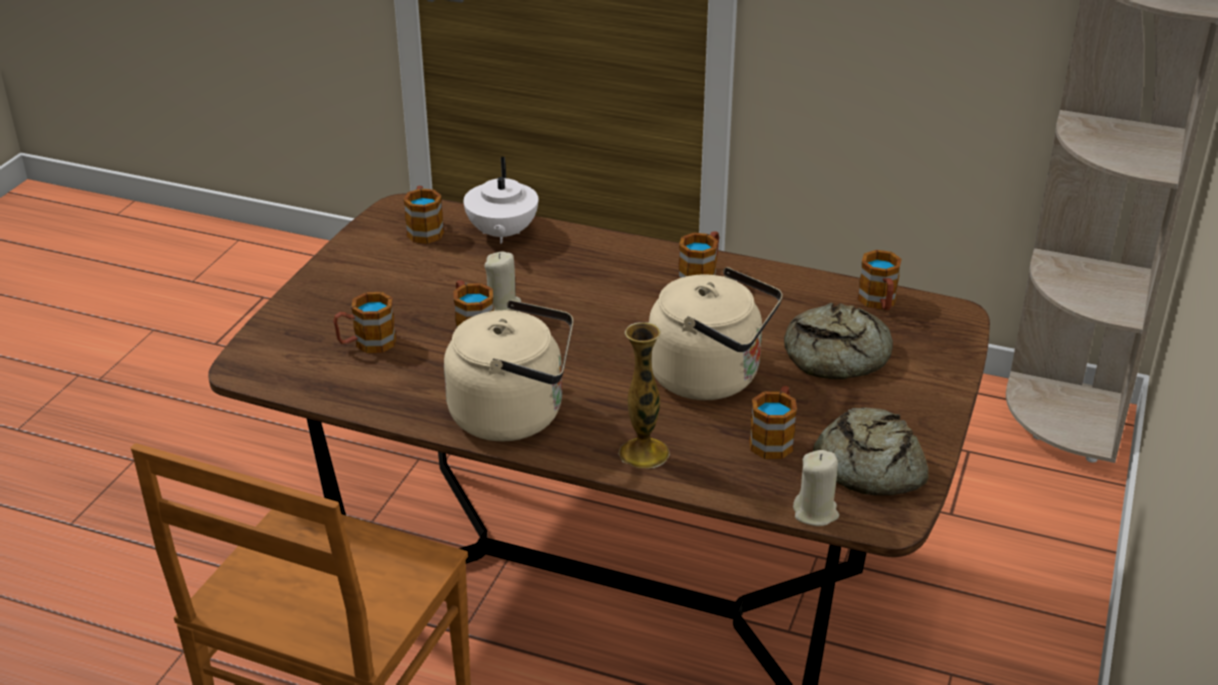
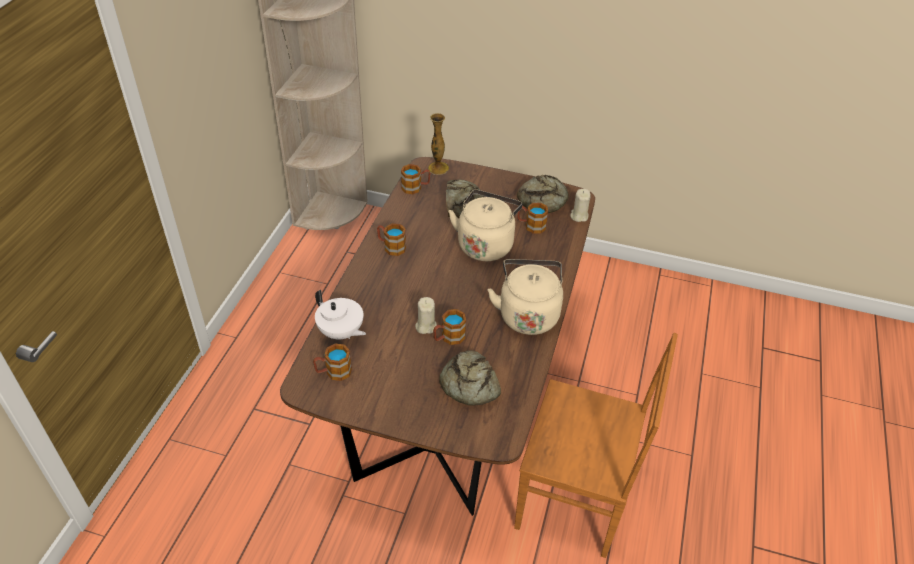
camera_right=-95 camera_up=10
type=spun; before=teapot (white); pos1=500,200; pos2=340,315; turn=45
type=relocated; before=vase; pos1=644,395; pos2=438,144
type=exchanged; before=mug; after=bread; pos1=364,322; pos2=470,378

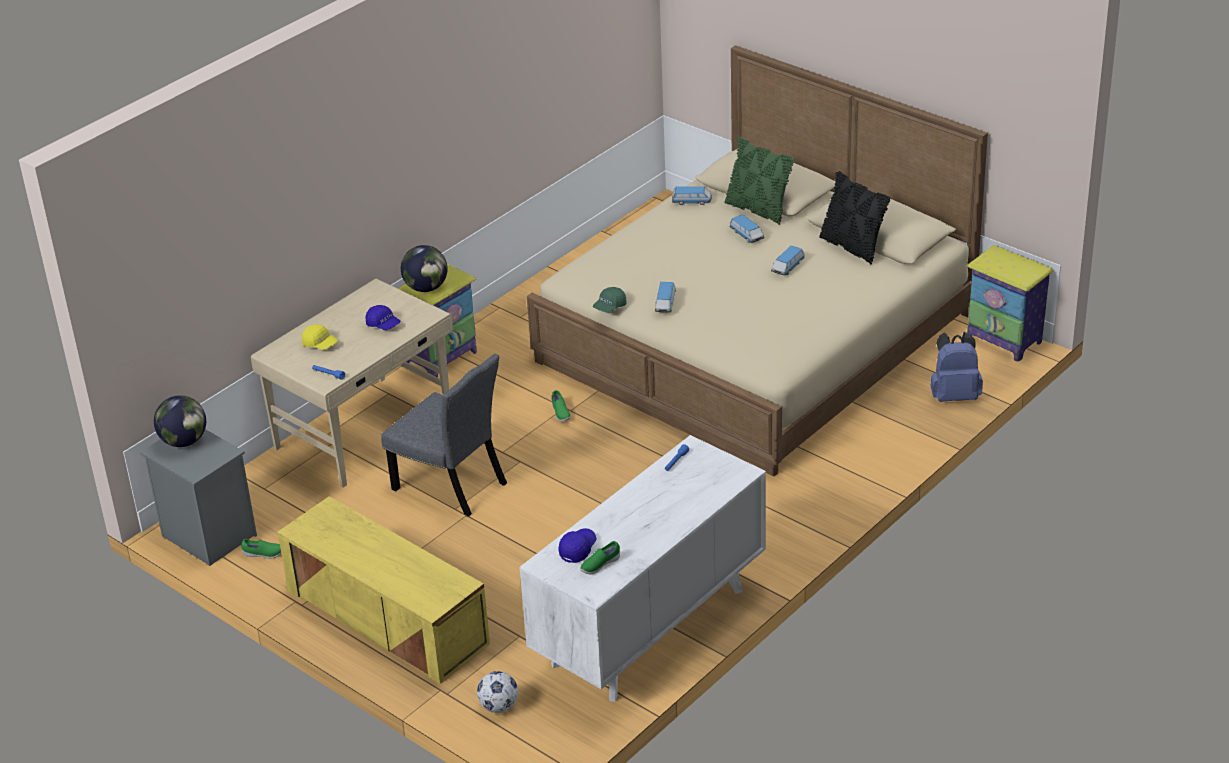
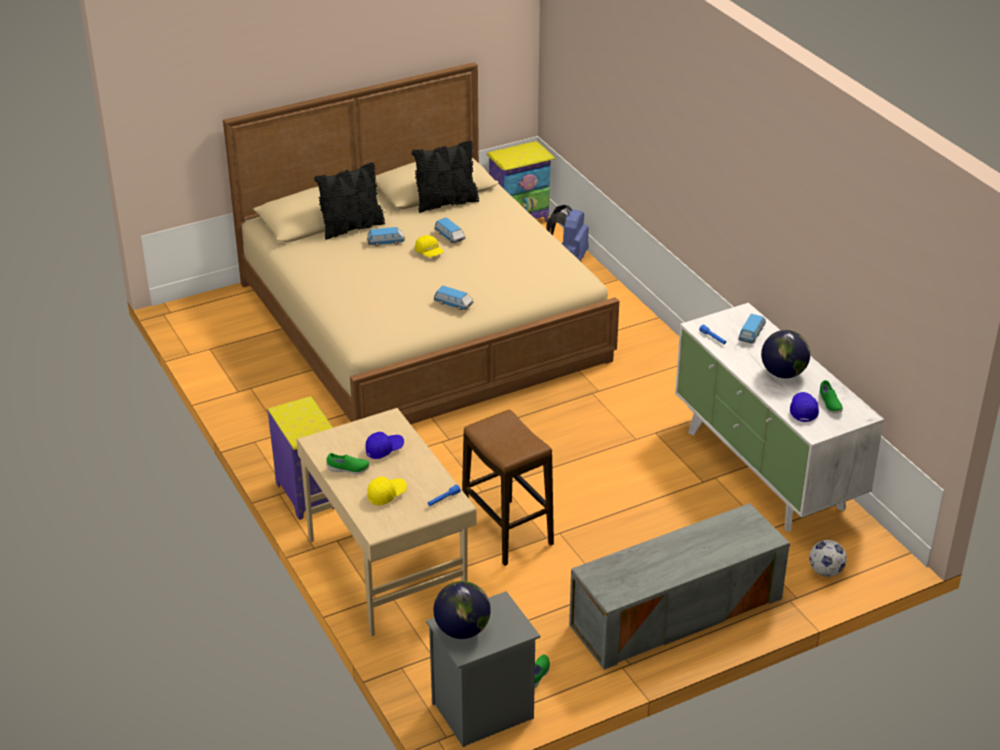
camera_right=-70 camera_up=0
type=colour; before=pillow (green); after=pillow (black); pos1=760,181; pos2=349,201
type=relocated; before=shoe (green); pos1=561,406; pos2=348,463
type=appeared; after=cap (yellow); pos2=429,246
type=exchanged; before=chair (grey); after=stool; pos1=444,435; pos2=508,487
type=colour; before=bench (yellow); after=bench (grey); pos1=383,590; pos2=679,586
type=relocated; before=toy car; pos1=692,195; pos2=752,329
type=relocated; before=globe; pos1=424,268; pos2=785,354
type=spun; before=cap (blue); pos1=577,545; pos2=804,407; turn=45
type=missing; before=cap (green); pos1=610,300

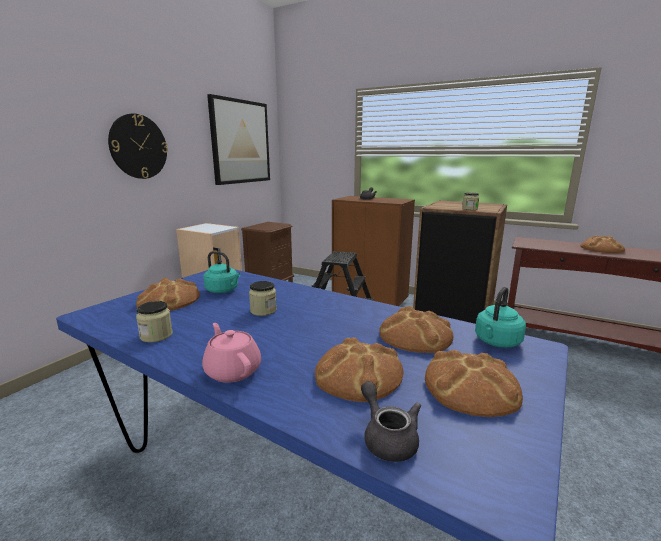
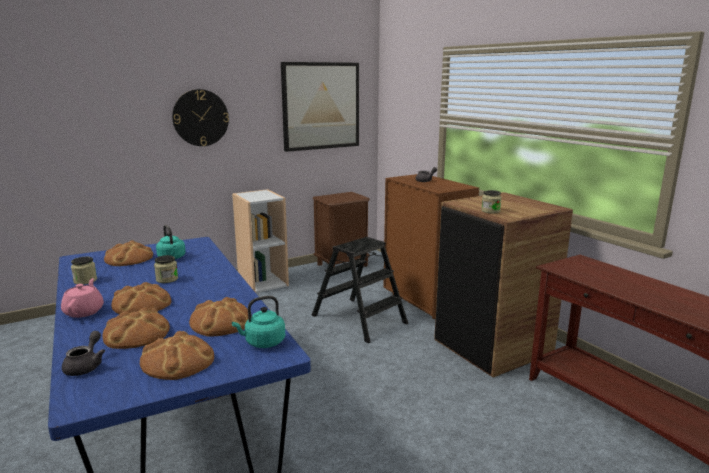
camera_right=30 camera_up=0
type=relocated; before=bread; pos1=602,244; pos2=141,298

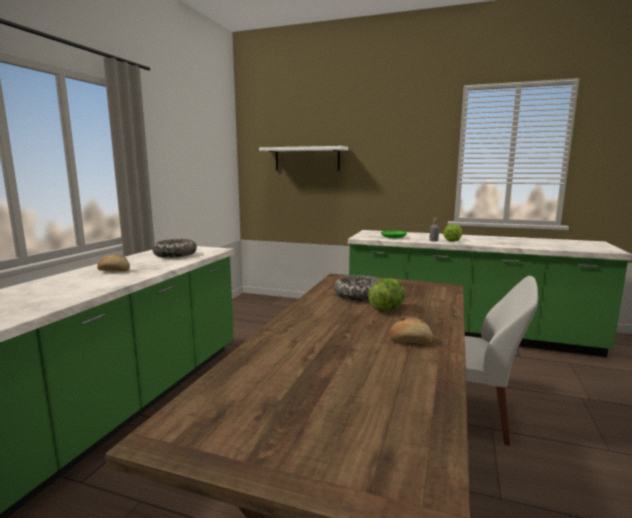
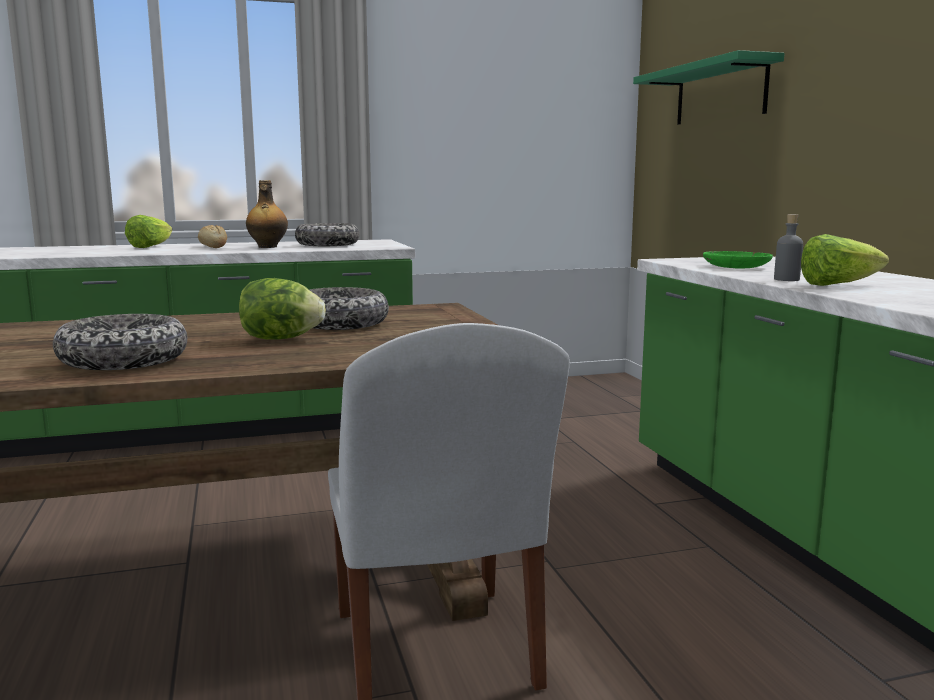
camera_right=55 camera_up=0
type=exchanged; before=bread; after=bowl; pos1=411,331; pos2=120,342
type=appeared; after=lettuce; pos2=148,231
type=appeared; after=bottle; pos2=267,214
type=colour; before=shelf (white); after=shelf (green); pos1=303,158; pos2=709,87

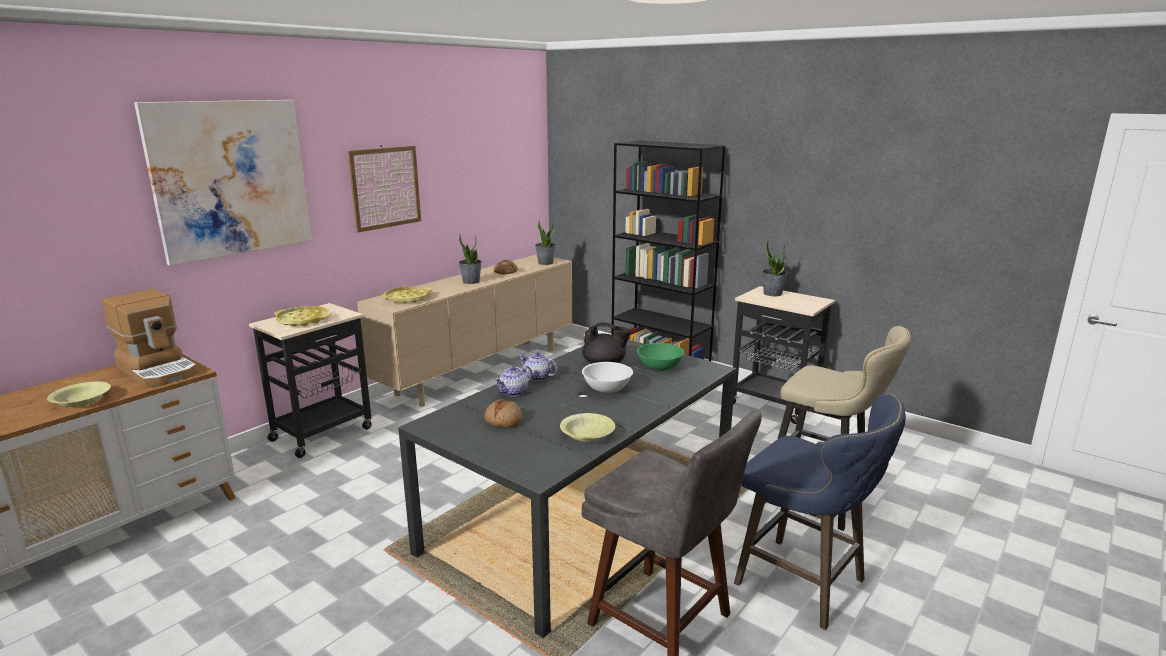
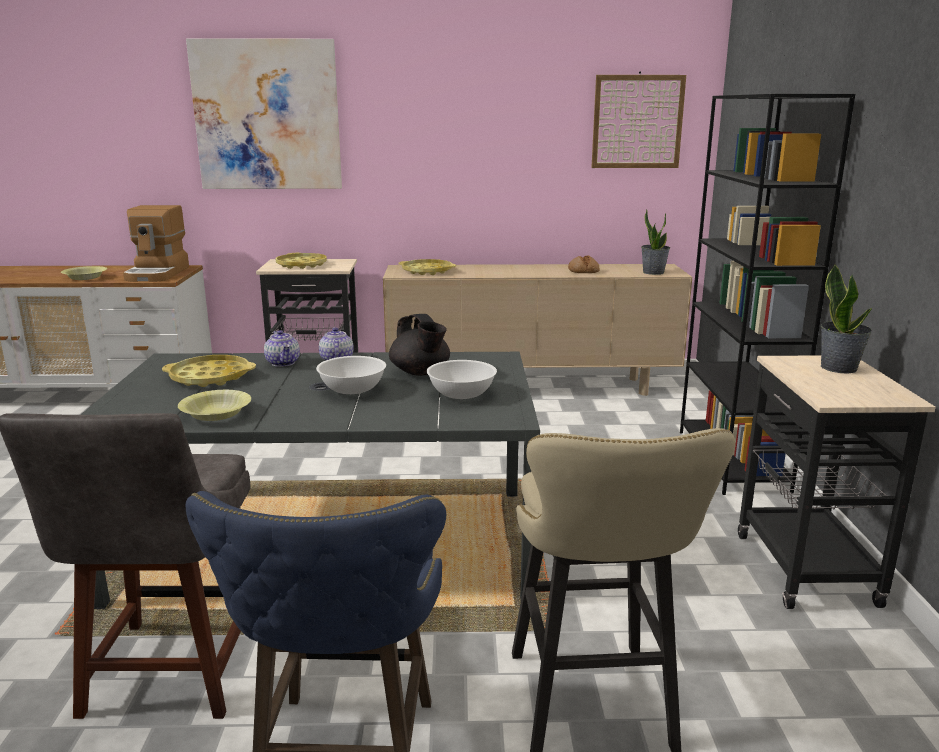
camera_right=50 camera_up=0
type=exchanged; before=bread; after=tray (yellow); pos1=503,413; pos2=209,371
type=spun; before=teapot; pos1=513,381; pos2=282,348; turn=-120
type=colour; before=bowl (green); after=bowl (white); pos1=661,357; pos2=462,379
type=relocated; before=picture; pos1=384,189; pos2=638,119
type=missing; before=potted plant; pos1=470,258

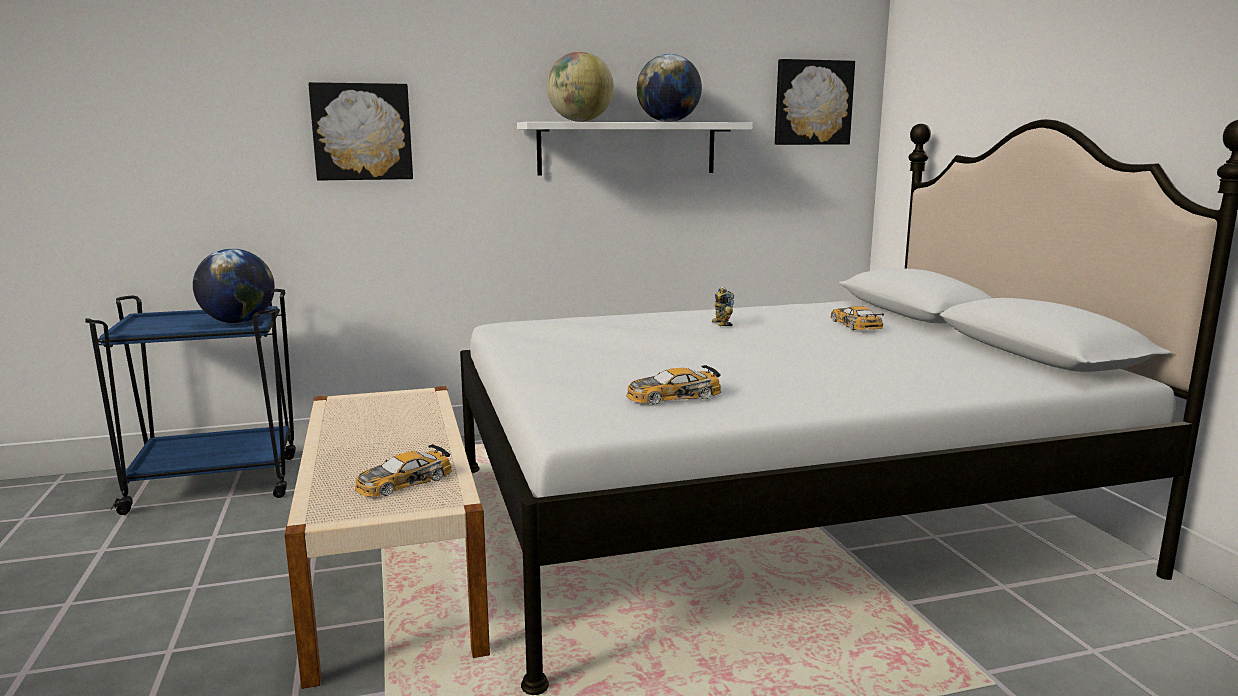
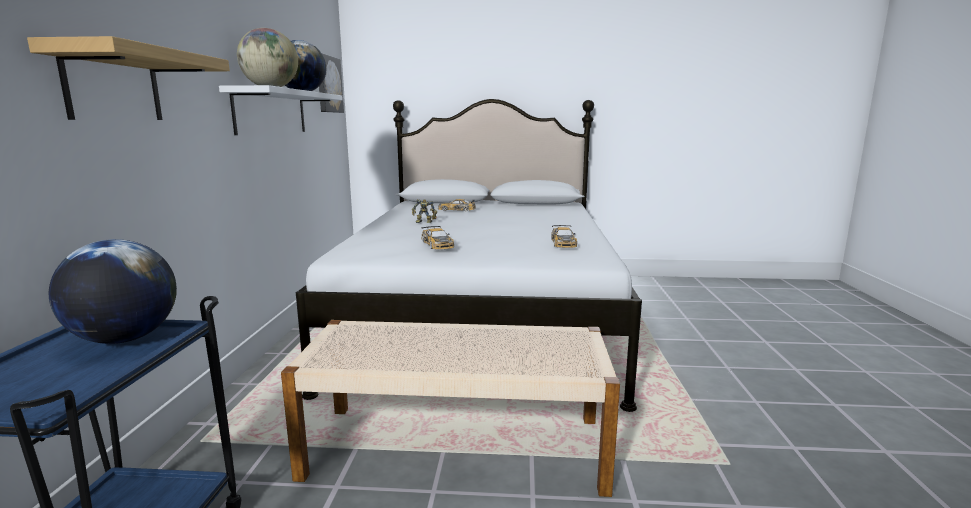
camera_right=-70 camera_up=0
type=exchanged; before=picture; after=shelf; pos1=360,131; pos2=128,78
type=relocated; before=toy car; pos1=403,470; pos2=437,237

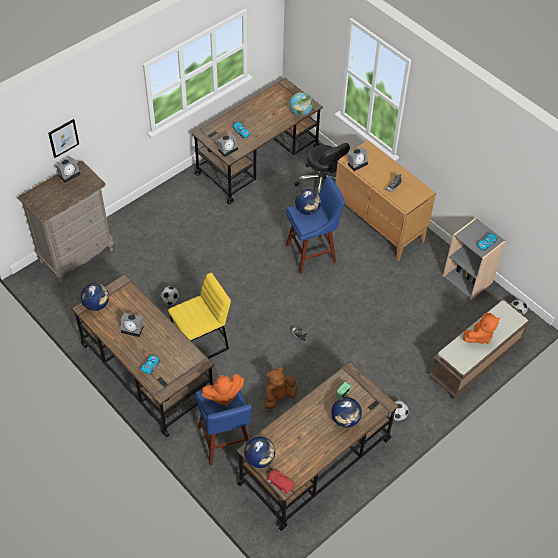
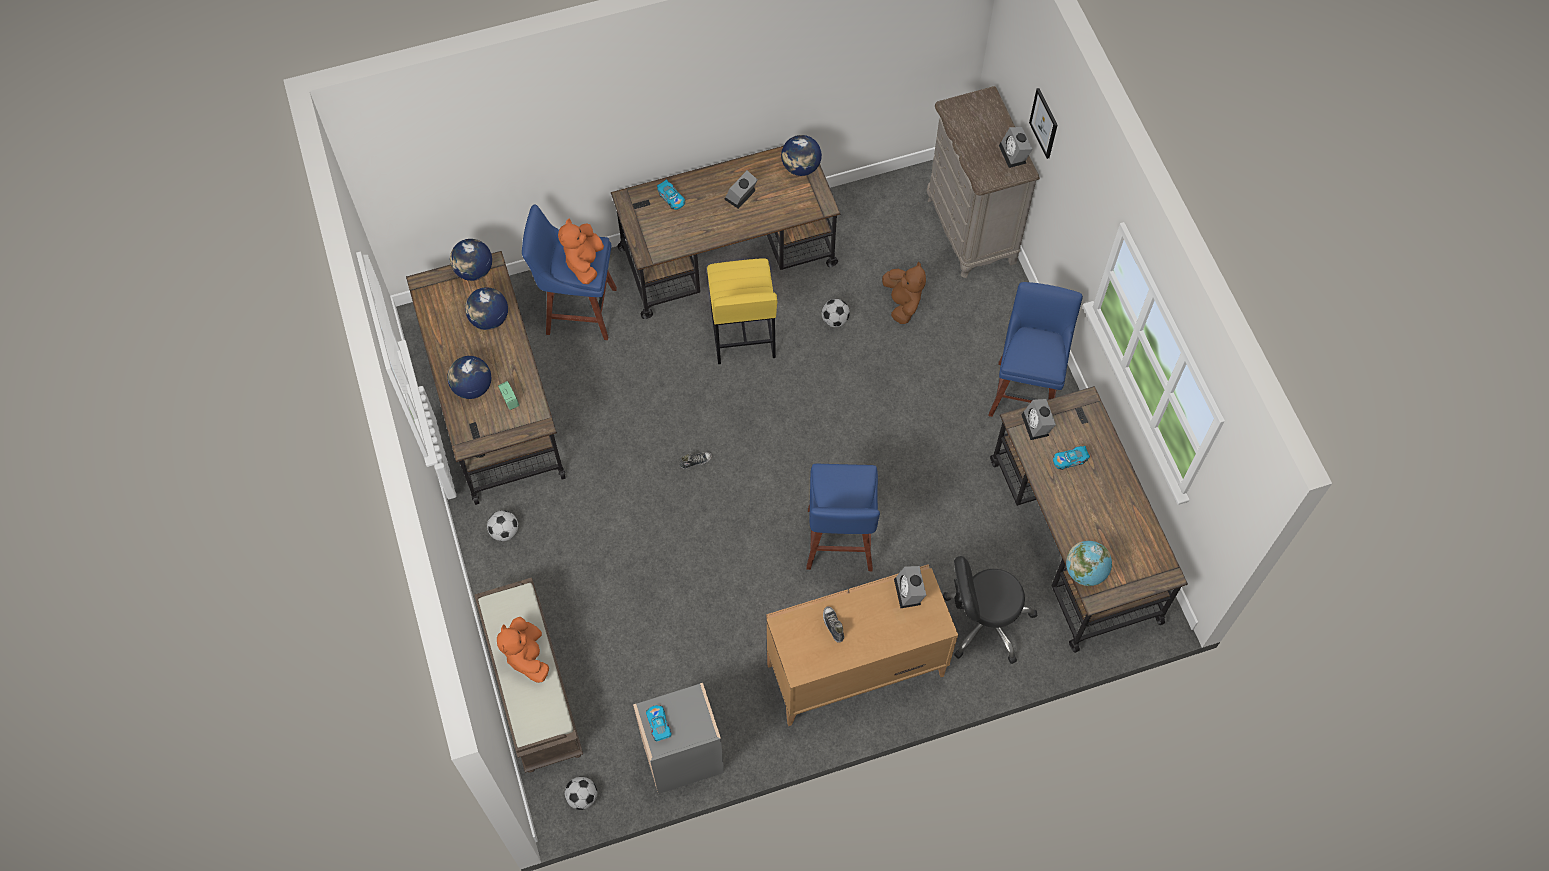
camera_right=115 camera_up=10
type=relocated; before=globe; pos1=308,202; pos2=486,308
type=relocated; before=plush toy (brown); pos1=280,388; pos2=904,293
type=appeared; after=stool (blue); pos2=1035,349
type=missing; before=toy car (red); pos1=281,481

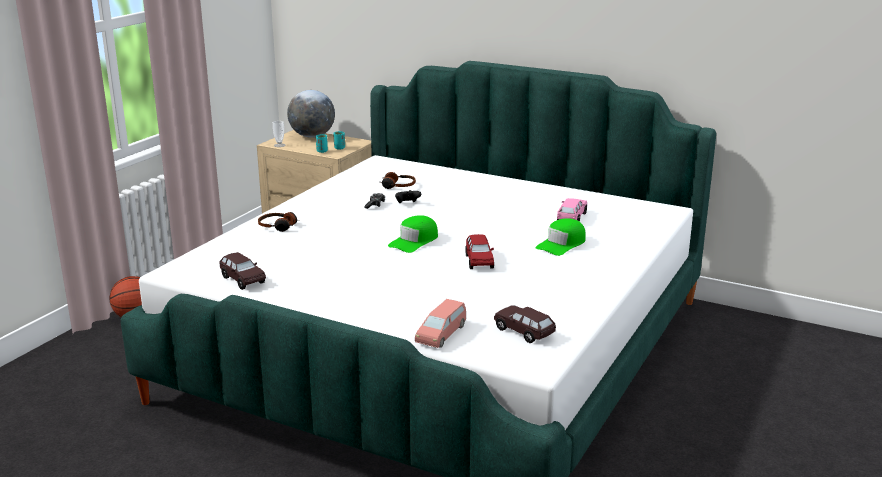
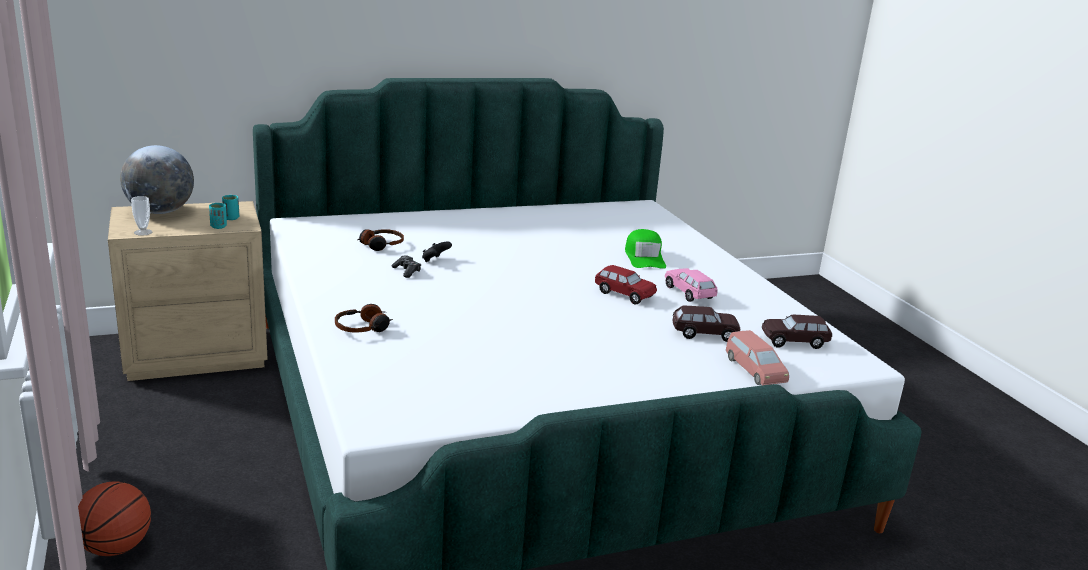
camera_right=-50 camera_up=0
type=relocated; before=toy car (pink); pos1=572,210; pos2=691,285
type=relocated; before=toy car (brown); pos1=242,271; pos2=706,324
type=missing; before=cap (green); pos1=413,234

